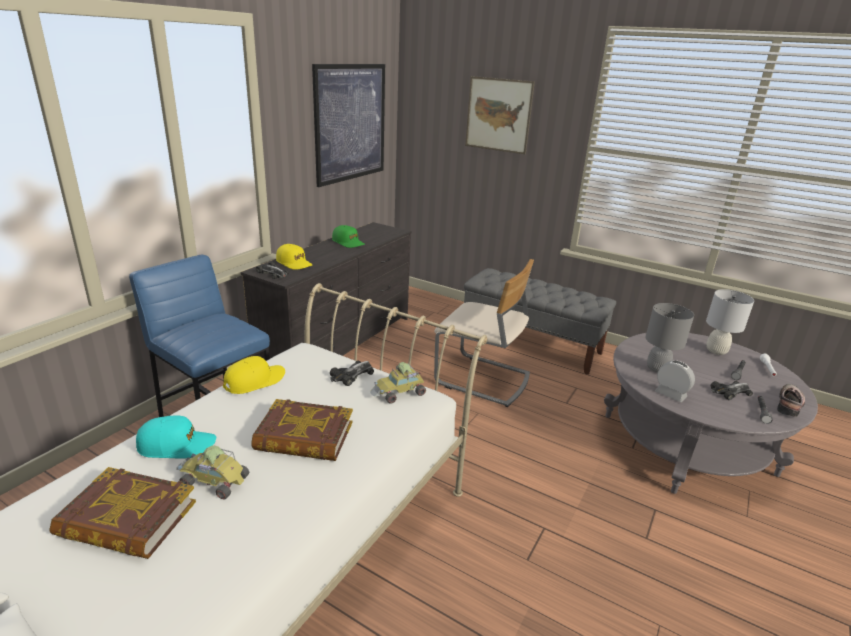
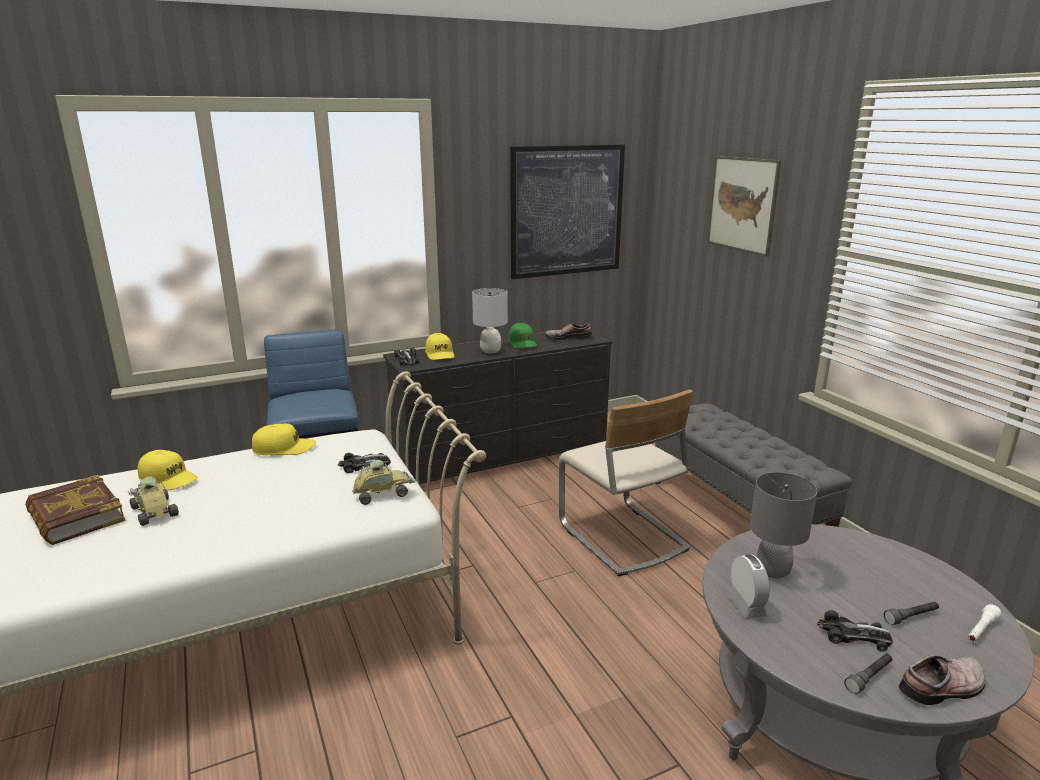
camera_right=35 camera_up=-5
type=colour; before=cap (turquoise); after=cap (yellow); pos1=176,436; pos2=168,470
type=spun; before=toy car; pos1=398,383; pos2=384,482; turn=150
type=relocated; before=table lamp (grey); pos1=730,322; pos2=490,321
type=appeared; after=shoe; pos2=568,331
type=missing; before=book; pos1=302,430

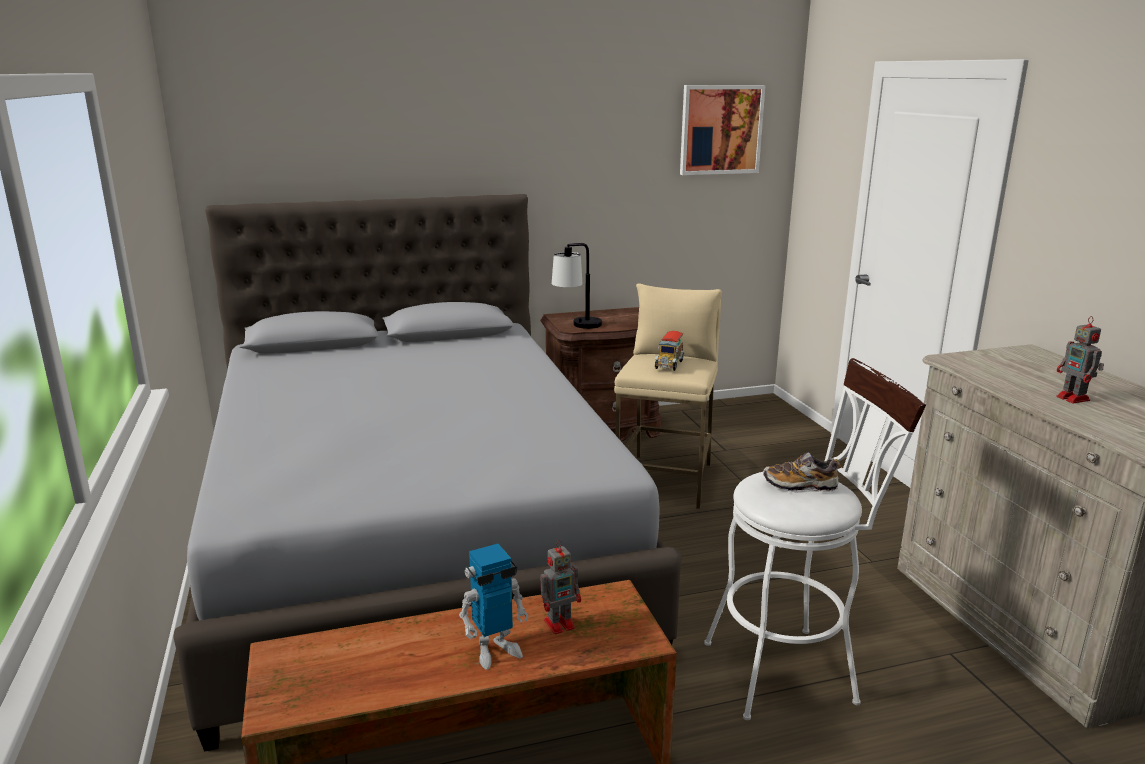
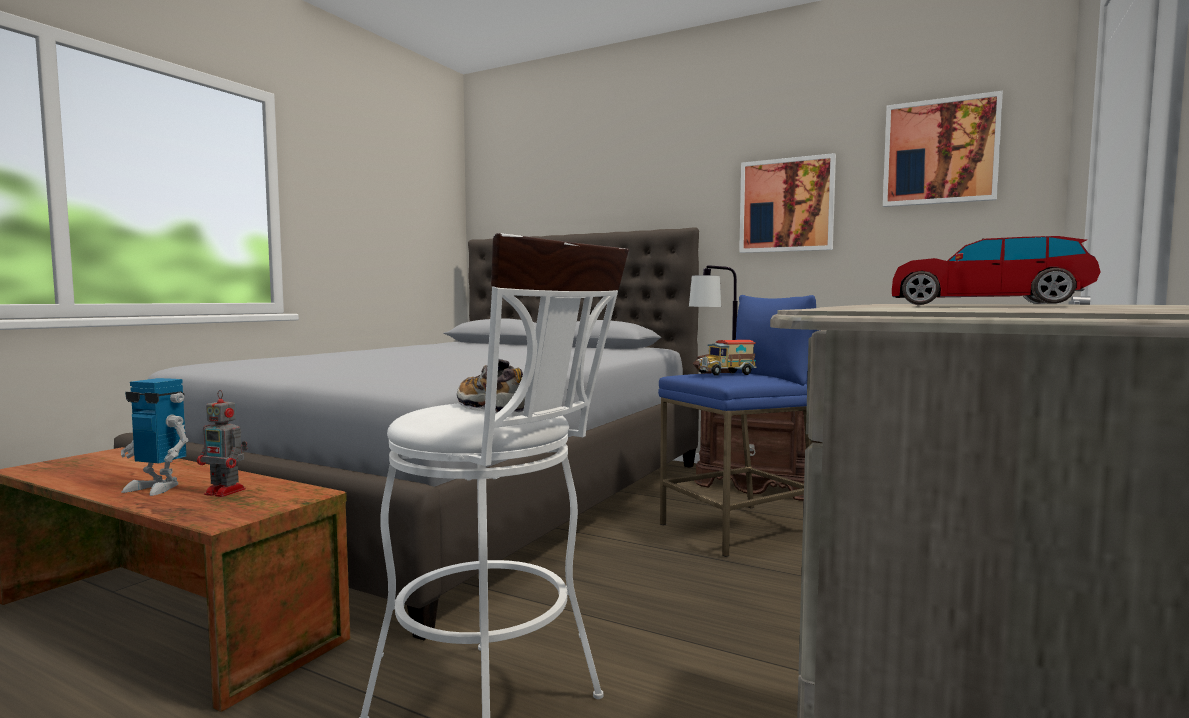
camera_right=45 camera_up=-15
type=colour; before=stool (beige); after=stool (blue); pos1=668,396; pos2=738,426
type=appeared; after=picture; pos2=787,203
type=exchanged; before=toy robot; after=toy car; pos1=1080,359; pos2=996,270

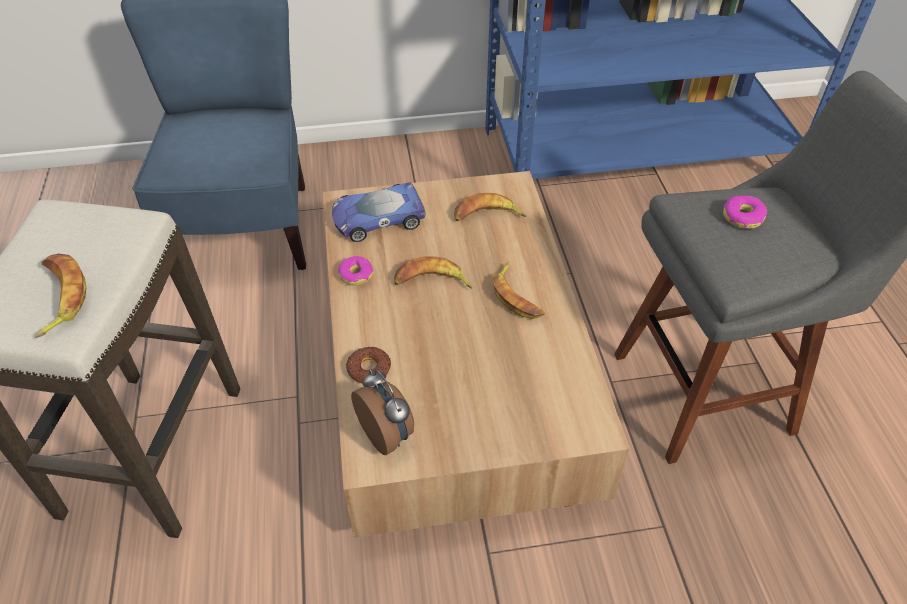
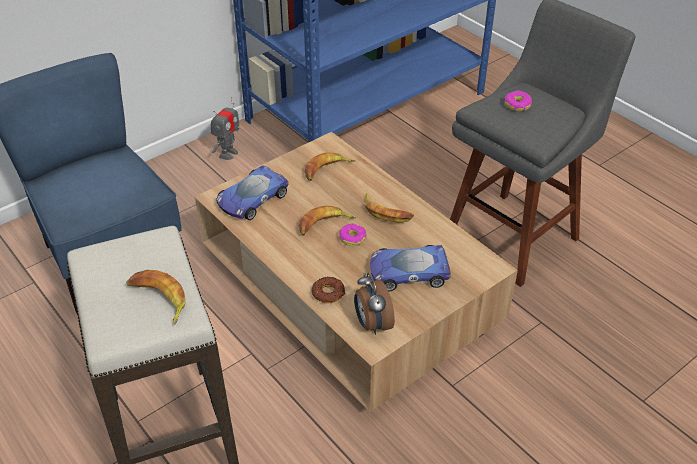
camera_right=-30 camera_up=-5
type=appeared; after=toy robot; pos2=225,128
type=relocated; before=donut; pos1=355,271; pos2=352,235
type=spun; before=alarm clock; pos1=382,412; pos2=374,304; turn=-135
type=appeared; after=toy car; pos2=410,268

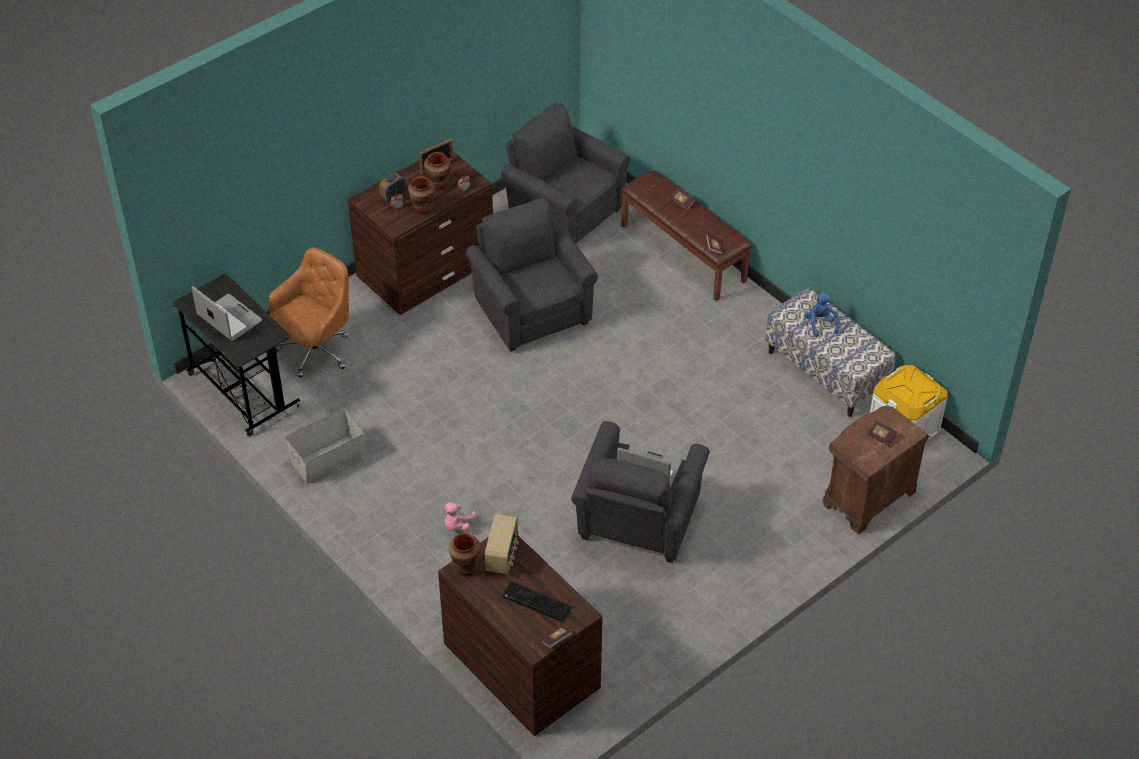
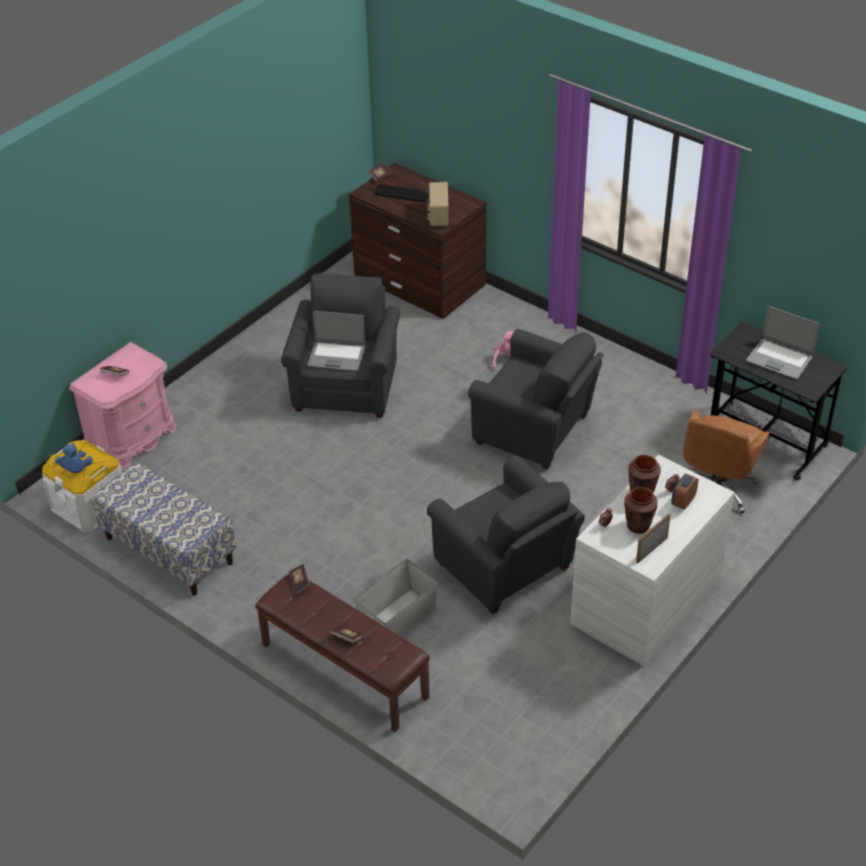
camera_right=170 camera_up=-5
type=relocated; before=plush toy (blue); pos1=822,314; pos2=74,458
type=colour; before=nightstand (brown); after=nightstand (pink); pos1=876,470; pos2=122,405
type=relocated; before=storage box (grey); pos1=325,446; pos2=396,597
type=relocated; before=armchair (grey); pos1=565,173; pos2=536,399
type=colour; before=dresser (brown); after=dresser (white); pos1=420,233; pos2=652,560
type=missing; before=vase (brown); pos1=465,554

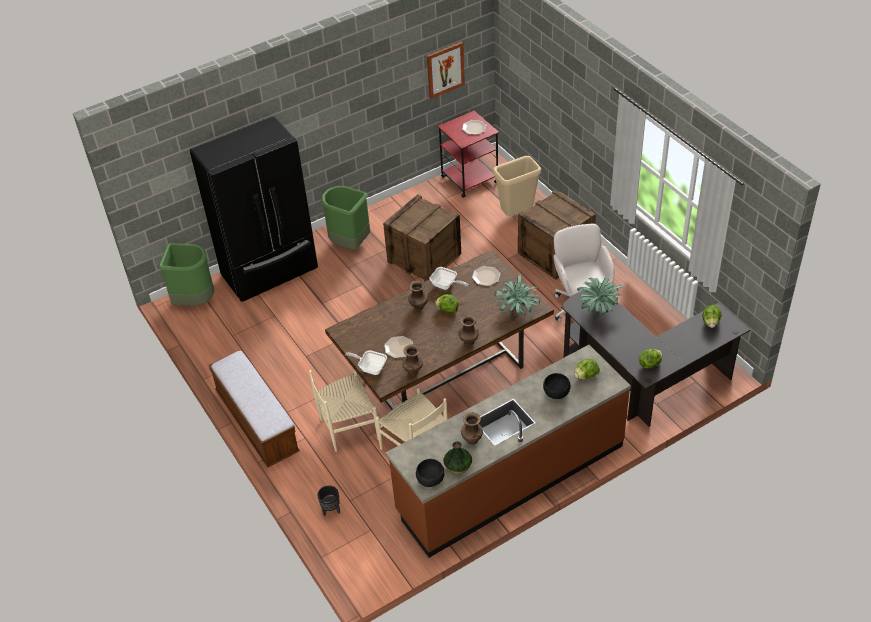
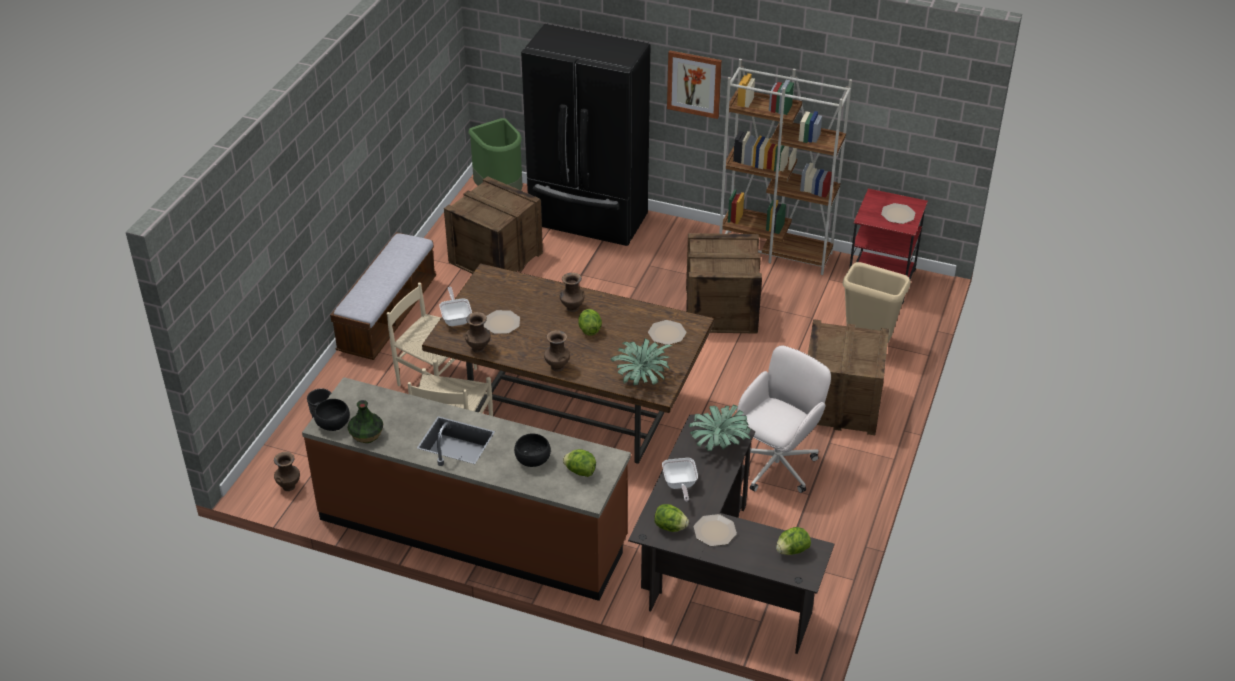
camera_right=50 camera_up=-5
type=relocated; before=vase (brown); pos1=472,428; pos2=287,471
type=appeared; after=crate; pos2=493,225
type=relocated; before=frying pan; pos1=449,278; pos2=680,480
type=relocated; before=picture; pos1=446,70; pos2=694,84
type=appeared; after=plate; pos2=715,530
type=appeared; after=bookcase (brown); pos2=785,167
type=missing; before=trash can (green); pos1=345,218

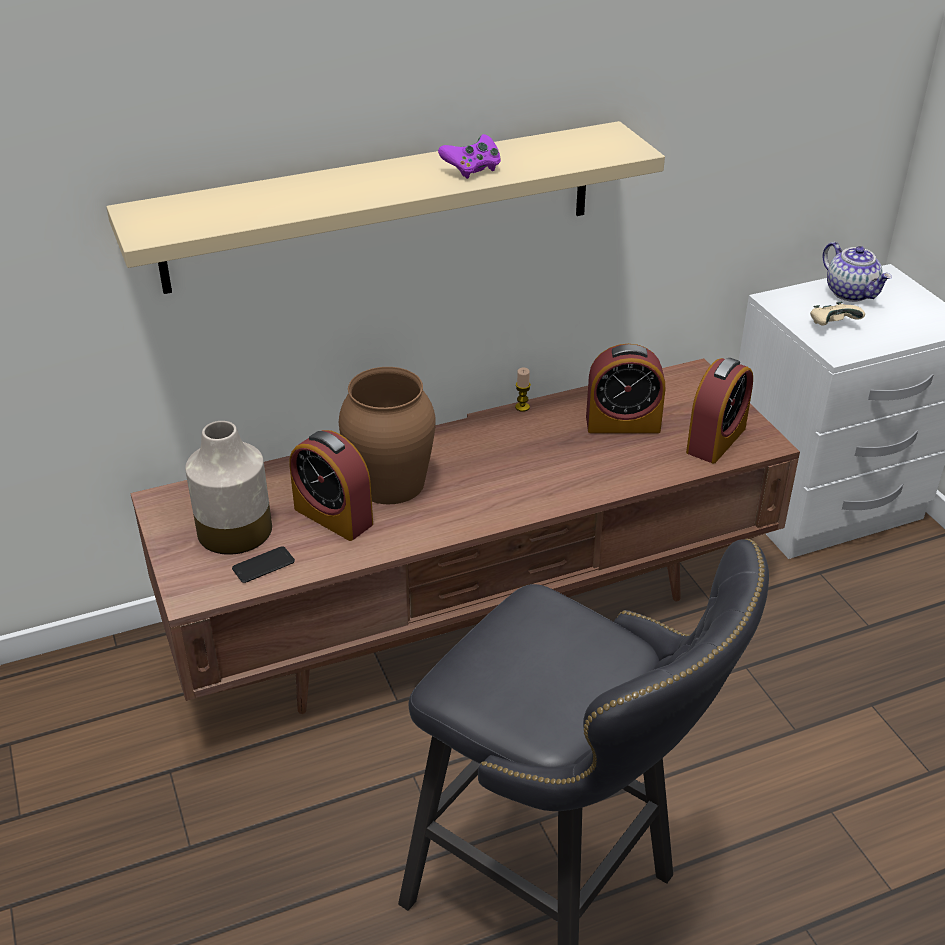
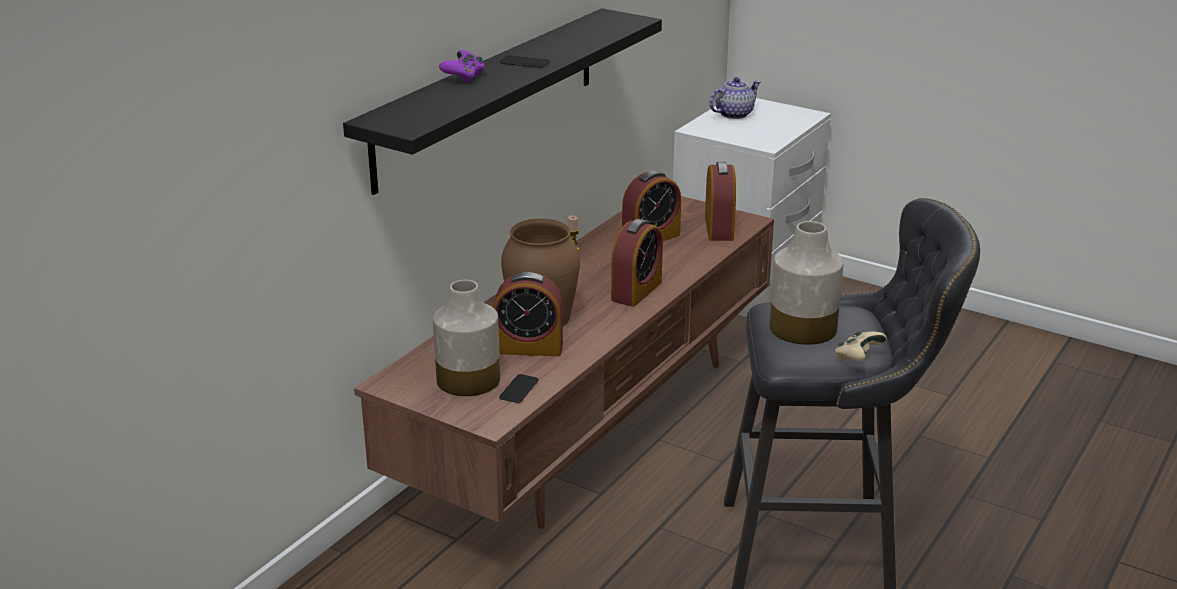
camera_right=-35 camera_up=-10
type=colour; before=shelf (beige); after=shelf (black); pos1=385,207; pos2=502,101
type=relocated; before=game controller (purple); pos1=469,156; pos2=462,66
type=appeared; after=phone; pos2=525,61
type=appeared; after=alarm clock; pos2=637,263
type=spun; before=teapot; pos1=857,272; pos2=735,98; turn=-60
type=appeared; after=vase (beige); pos2=806,283
type=relocated; before=game controller (beige); pos1=837,314; pos2=861,346

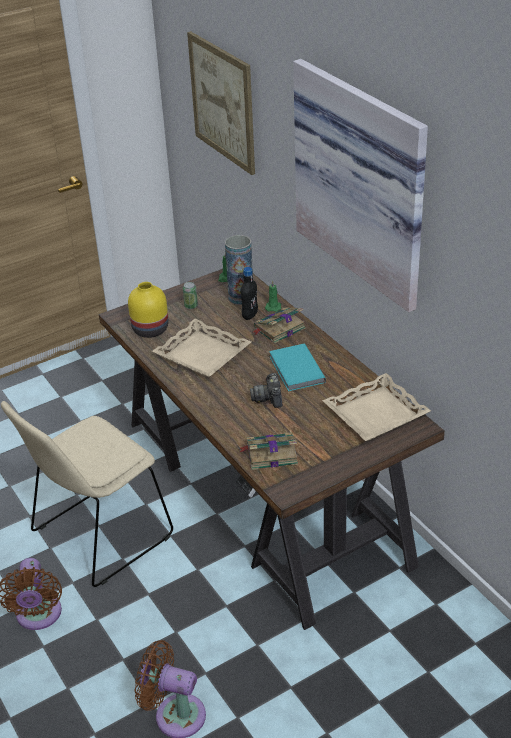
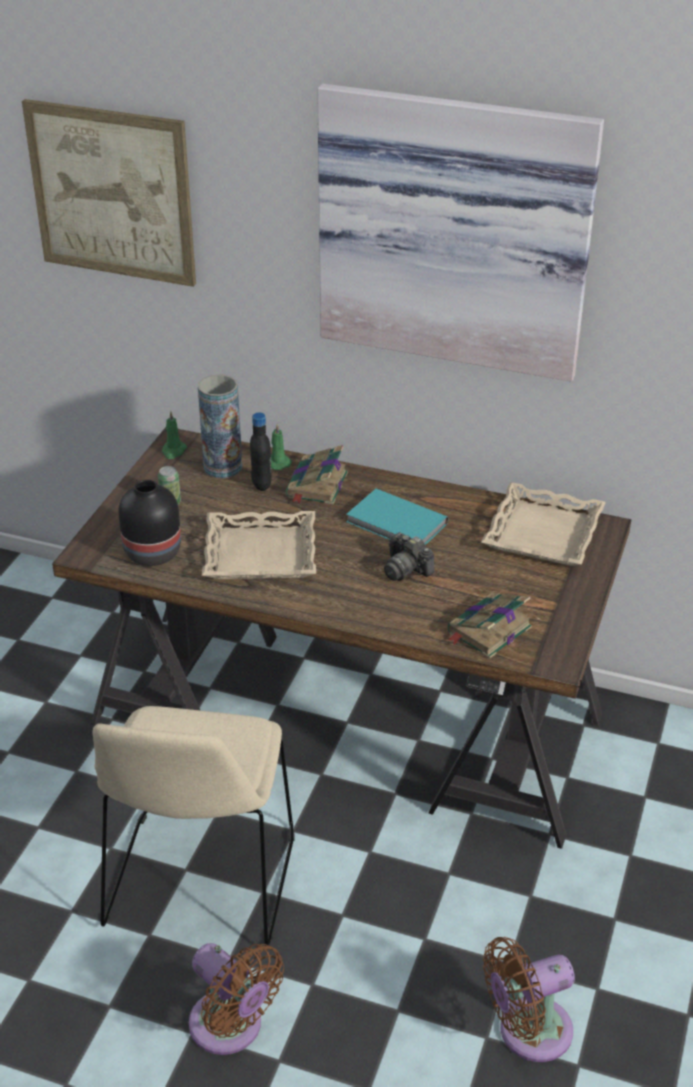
camera_right=-40 camera_up=0
type=colour; before=vase (yellow); after=vase (black); pos1=148,310; pos2=149,523

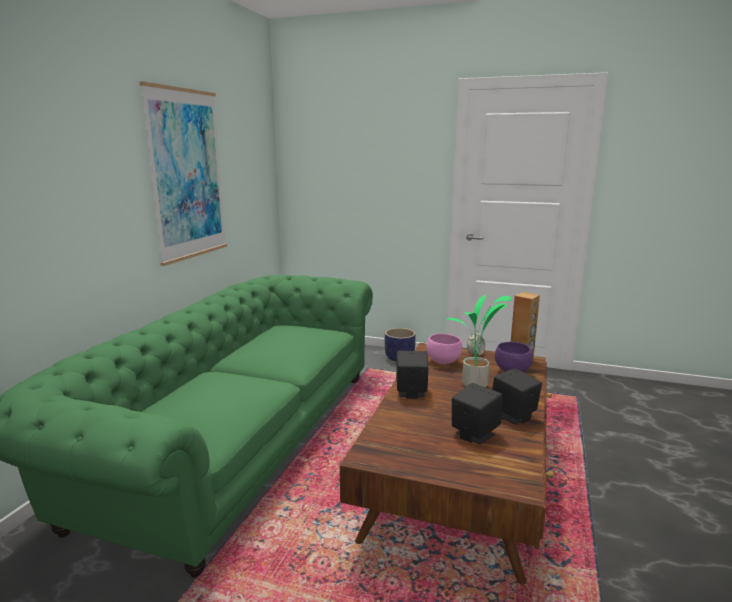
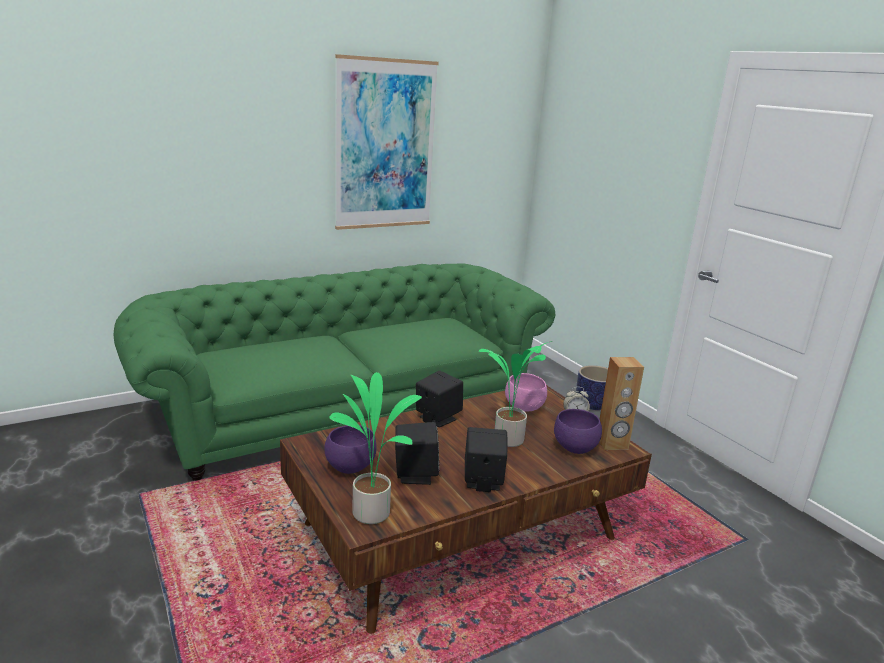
camera_right=40 camera_up=5
type=appeared; after=bowl (purple); pos2=350,449
type=appeared; after=potted plant; pos2=375,448

